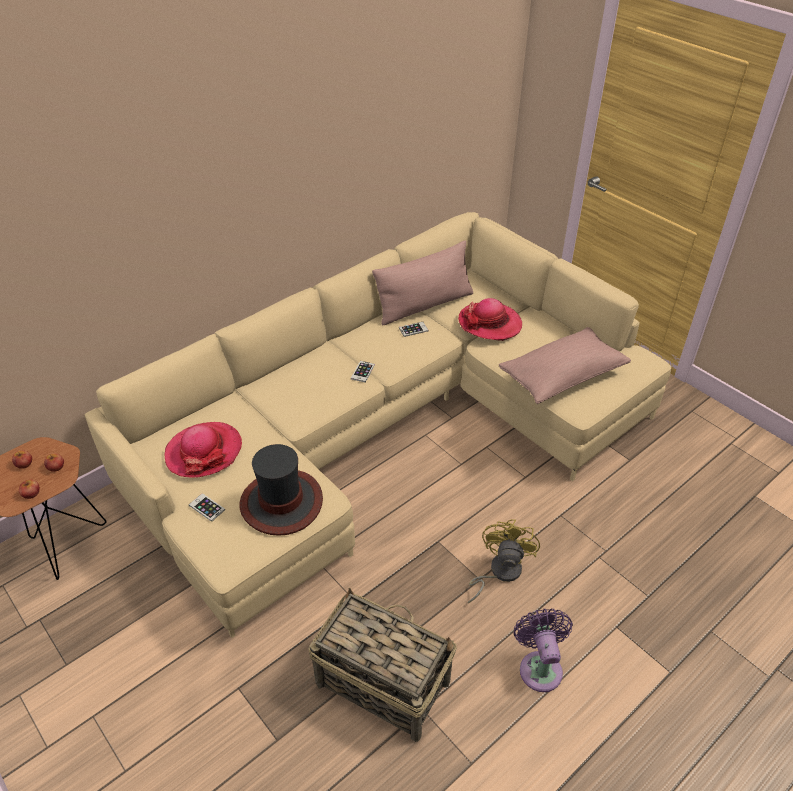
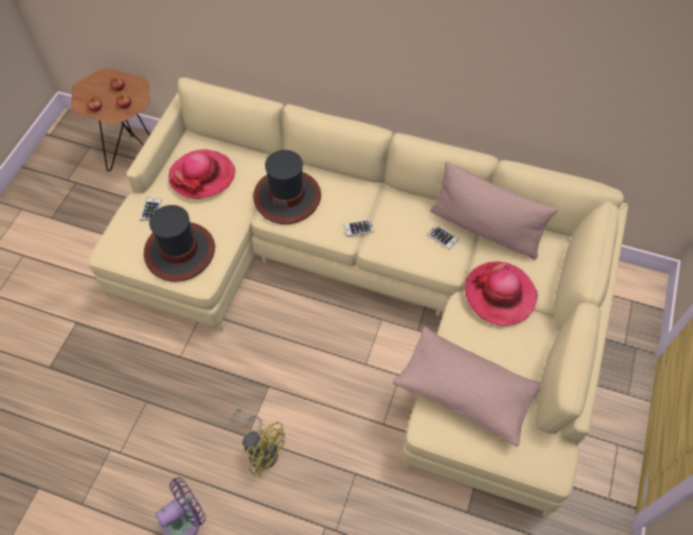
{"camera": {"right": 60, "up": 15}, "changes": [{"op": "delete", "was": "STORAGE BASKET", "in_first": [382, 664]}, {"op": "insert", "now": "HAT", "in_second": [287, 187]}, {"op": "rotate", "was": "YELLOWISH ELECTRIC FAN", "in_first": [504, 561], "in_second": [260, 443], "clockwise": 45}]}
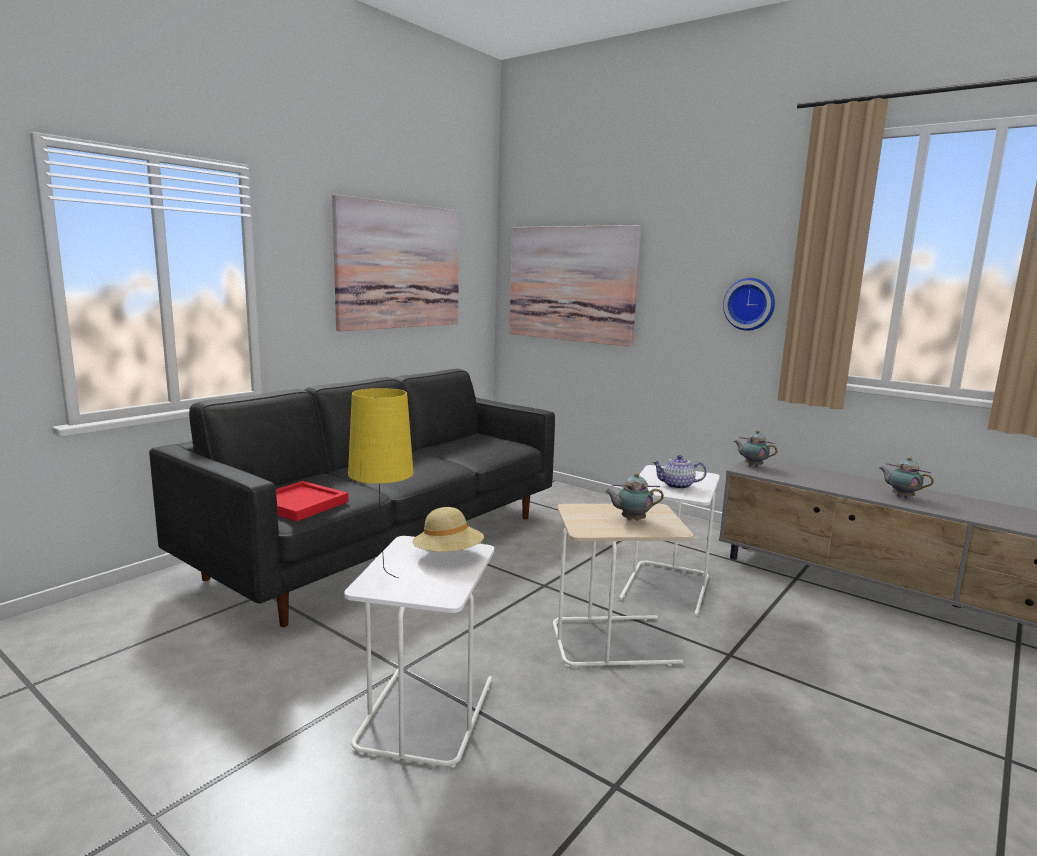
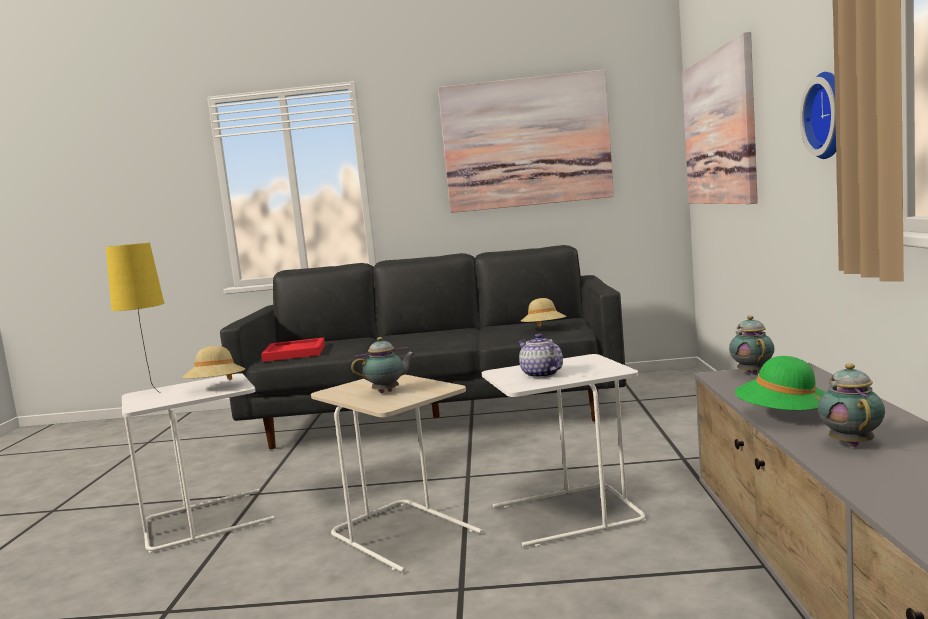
{"camera": {"right": 55, "up": -5}, "changes": [{"op": "insert", "now": "BEIGE HAT", "in_second": [543, 312]}, {"op": "insert", "now": "GREENISH HAT", "in_second": [780, 390]}, {"op": "rotate", "was": "TEAPOT", "in_first": [634, 497], "in_second": [383, 365], "clockwise": 105}]}
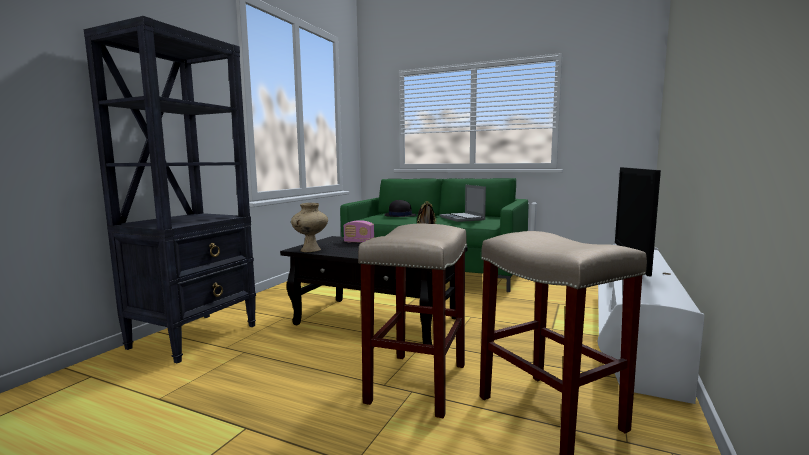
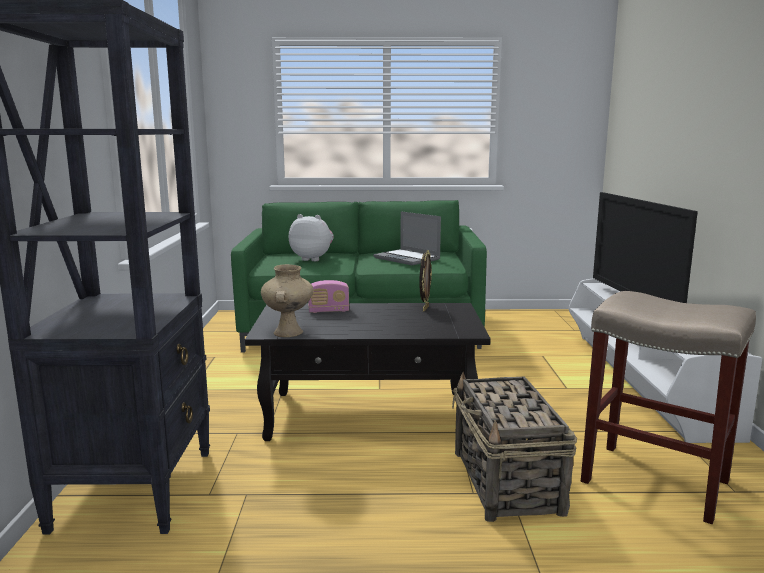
{"camera": {"right": -25, "up": 5}, "changes": [{"op": "replace", "was": "BEIGE SITTING STOOL", "now": "STORAGE BASKET", "in_first": [412, 321], "in_second": [514, 447]}, {"op": "replace", "was": "BLACK-COLOURED HAT", "now": "CUDDLY TOY", "in_first": [400, 208], "in_second": [311, 237]}]}
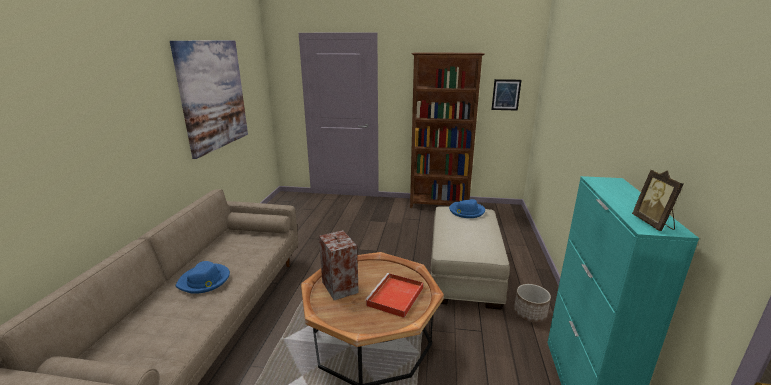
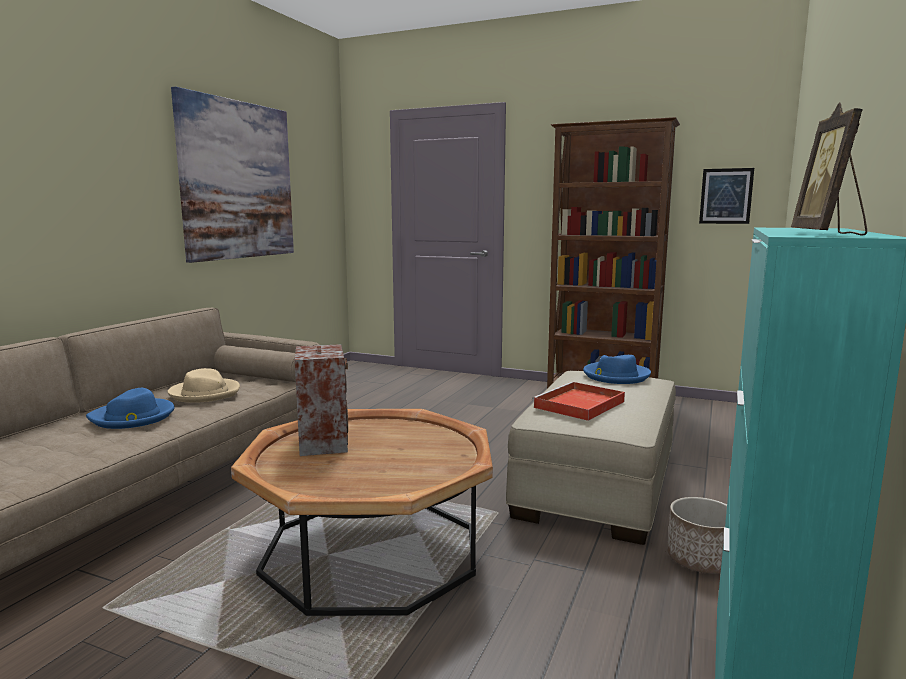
{"camera": {"right": 15, "up": -10}, "changes": [{"op": "insert", "now": "BEIGE HAT", "in_second": [204, 385]}, {"op": "move", "was": "RED-COLOURED CARRYING TRAY", "in_first": [394, 295], "in_second": [578, 401]}]}
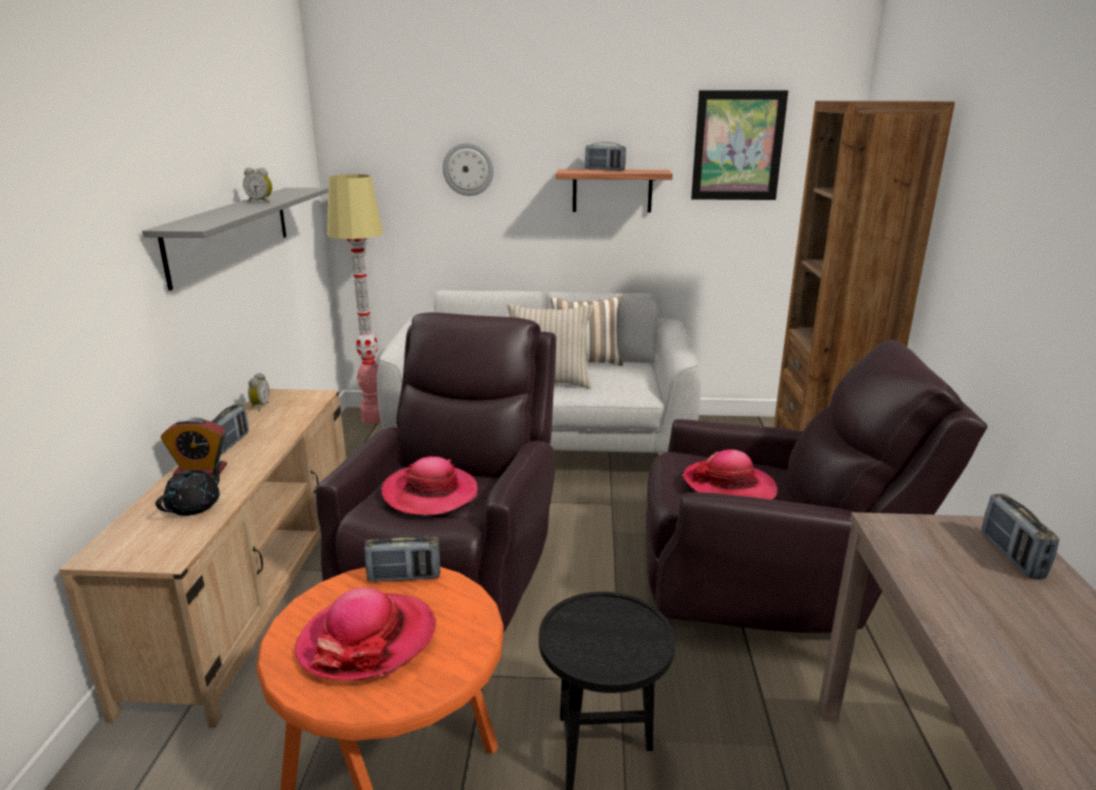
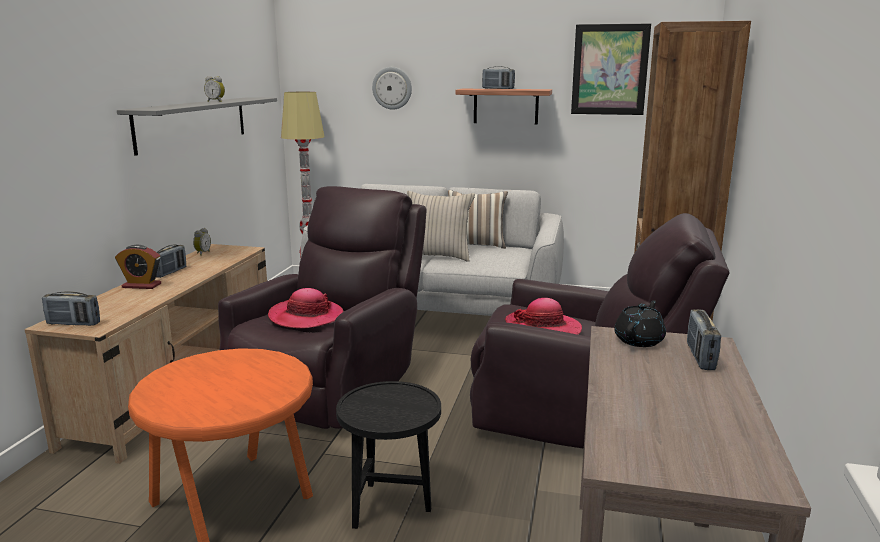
{"camera": {"right": 10, "up": -5}, "changes": [{"op": "delete", "was": "HAT", "in_first": [365, 634]}, {"op": "move", "was": "BLACK-COLOURED TEAPOT", "in_first": [189, 488], "in_second": [640, 323]}, {"op": "move", "was": "RADIO", "in_first": [402, 558], "in_second": [71, 308]}]}
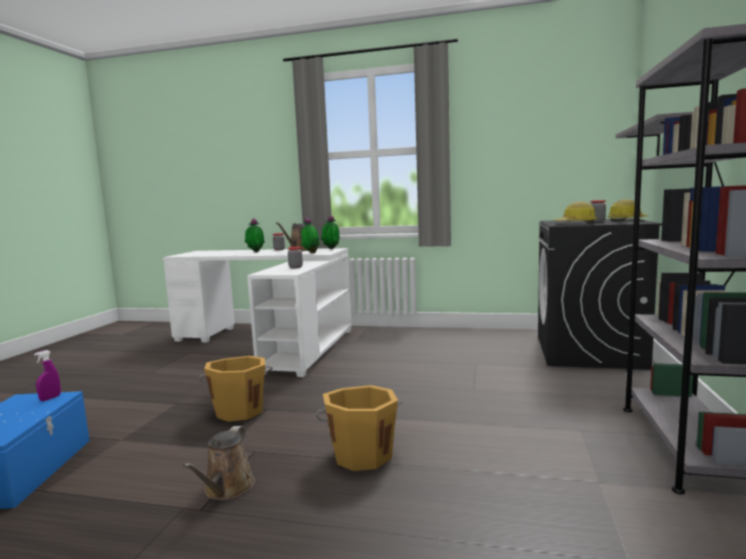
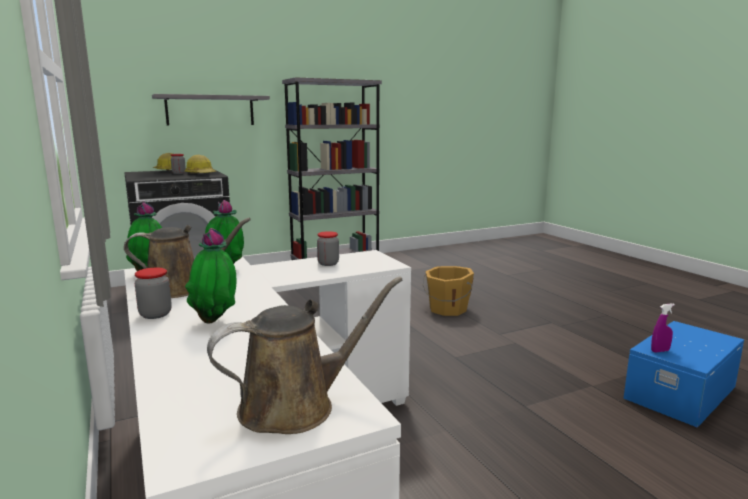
{"camera": {"right": -130, "up": 5}, "changes": [{"op": "delete", "was": "ORANGEY WATER BUCKET", "in_first": [236, 389]}, {"op": "move", "was": "BROWN-COLOURED WATERING POT", "in_first": [219, 463], "in_second": [304, 355]}]}
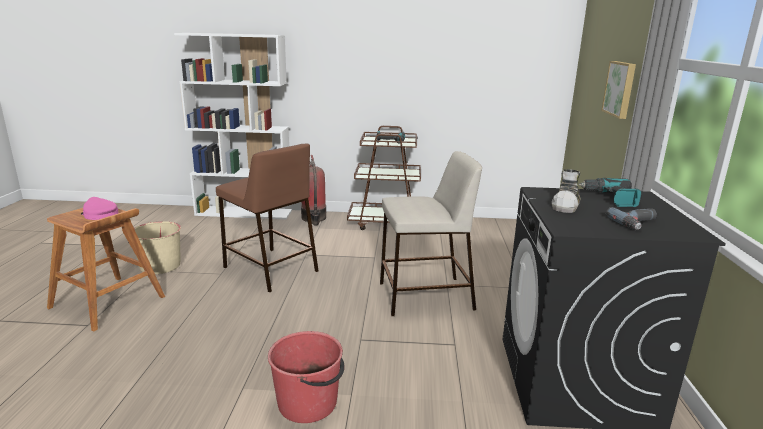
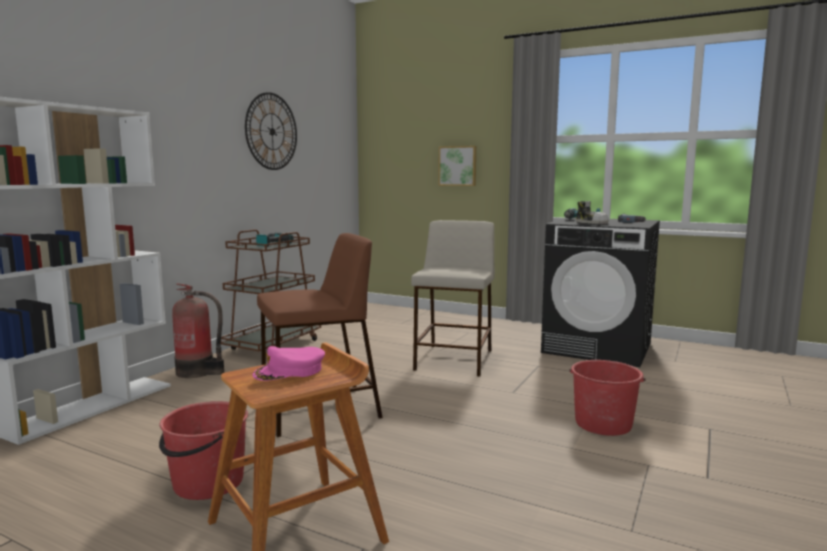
{"camera": {"right": -65, "up": -10}, "changes": [{"op": "insert", "now": "HANGING CLOCK", "in_second": [271, 131]}, {"op": "recolor", "was": "BEIGE WATER BUCKET", "now": "RED-COLOURED WATER BUCKET", "in_first": [154, 247], "in_second": [203, 450]}]}
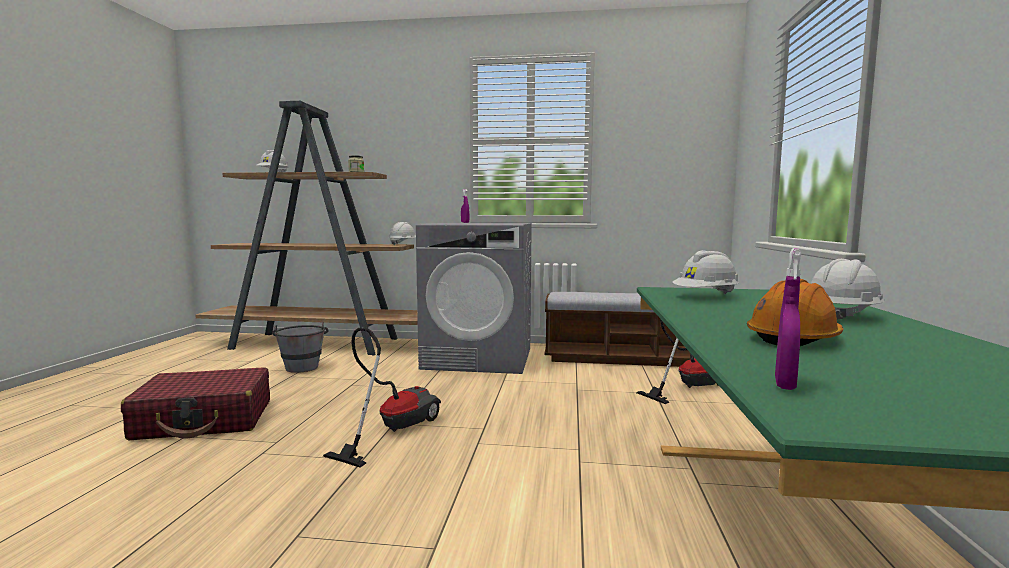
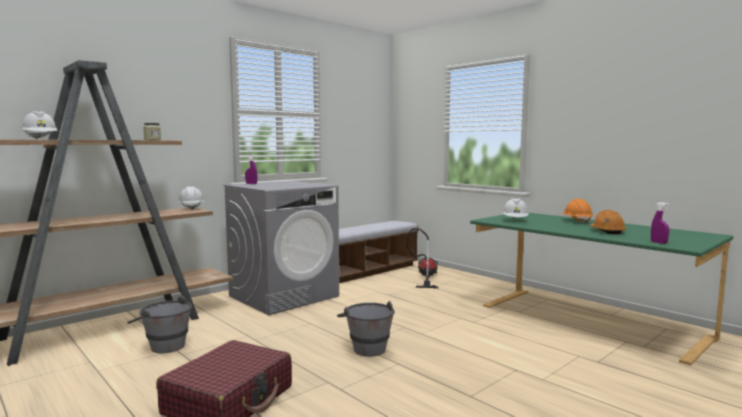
{"camera": {"right": -50, "up": 0}, "changes": [{"op": "replace", "was": "VACUUM CLEANER", "now": "GRAY WATER BUCKET", "in_first": [382, 397], "in_second": [366, 329]}, {"op": "recolor", "was": "WHITE SAFETY HELMET", "now": "ORANGEY SAFETY HELMET", "in_first": [847, 289], "in_second": [578, 211]}]}
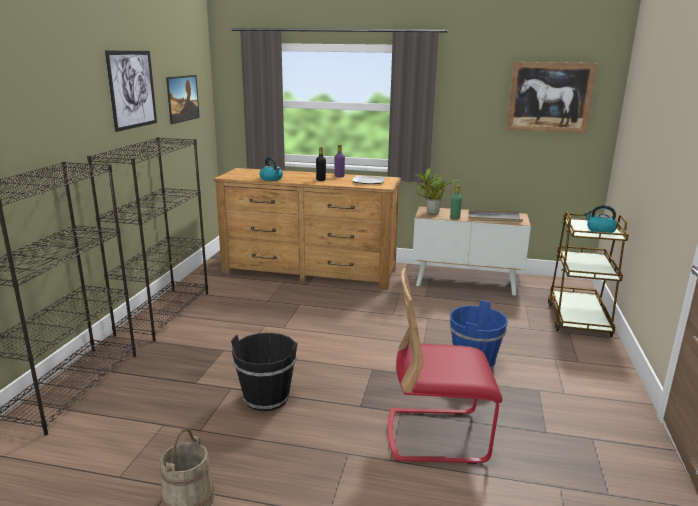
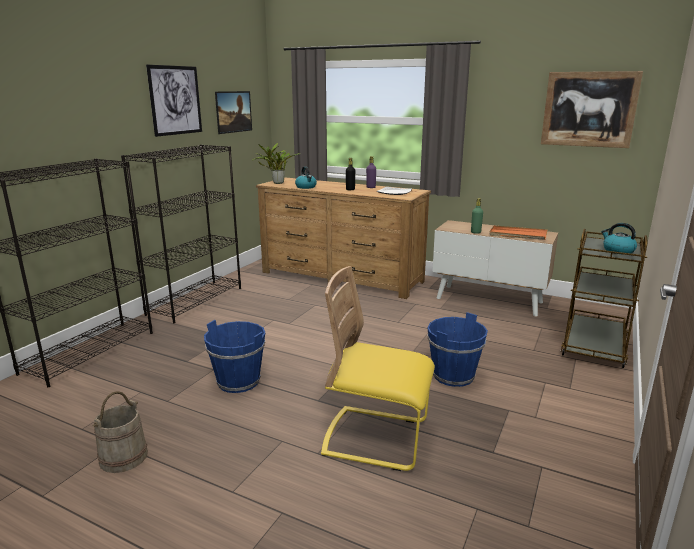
{"camera": {"right": 15, "up": 0}, "changes": [{"op": "move", "was": "POTTED PLANT", "in_first": [436, 192], "in_second": [276, 163]}, {"op": "recolor", "was": "BLACK-COLOURED WATER BUCKET", "now": "BLUISH WATER BUCKET", "in_first": [264, 372], "in_second": [234, 356]}, {"op": "recolor", "was": "RED-COLOURED UPRIGHT CHAIR", "now": "YELLOWISH UPRIGHT CHAIR", "in_first": [445, 366], "in_second": [378, 368]}, {"op": "recolor", "was": "GRAY CARRYING TRAY", "now": "ORANGEY CARRYING TRAY", "in_first": [496, 216], "in_second": [518, 233]}]}
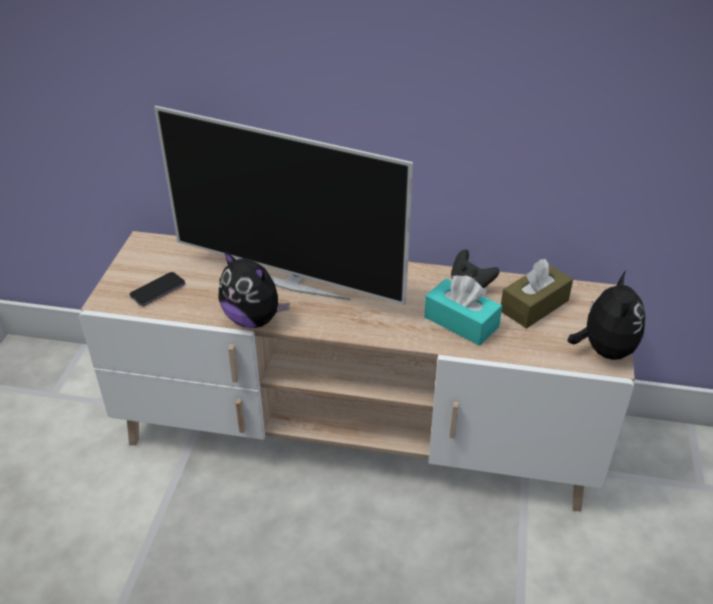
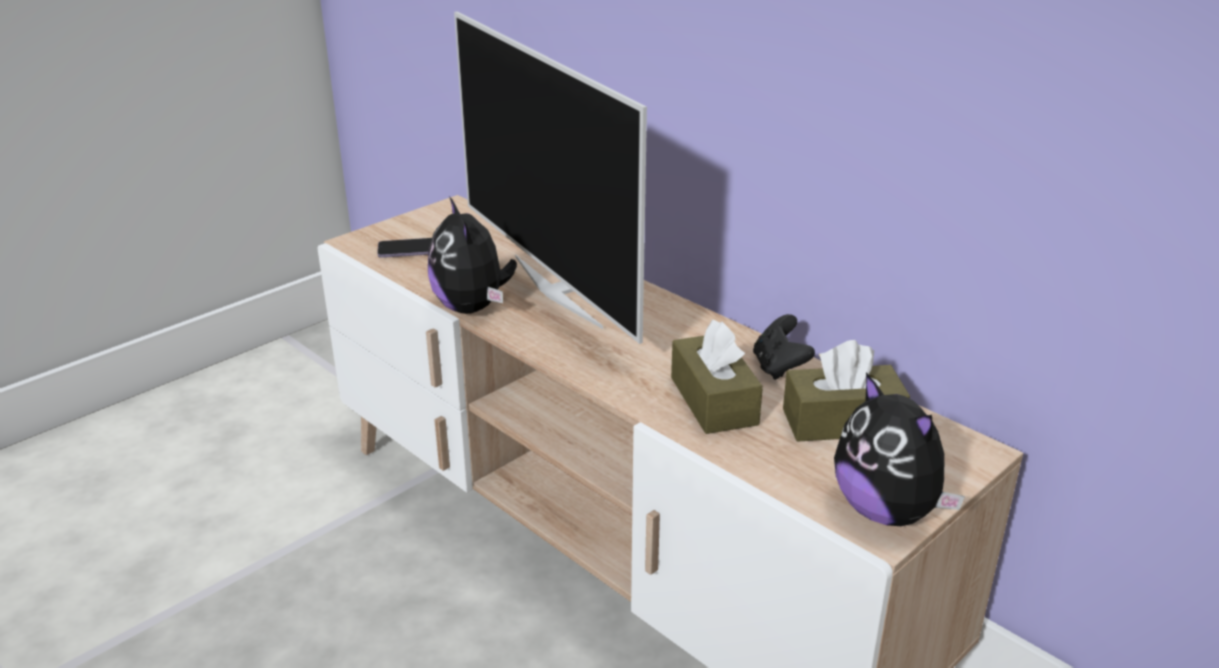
{"camera": {"right": 35, "up": -10}, "changes": [{"op": "recolor", "was": "TURQUOISE-COLOURED BOX OF TISSUES", "now": "BROWN-COLOURED BOX OF TISSUES", "in_first": [463, 310], "in_second": [717, 377]}, {"op": "rotate", "was": "CUDDLY TOY", "in_first": [606, 315], "in_second": [899, 449], "clockwise": 105}]}
